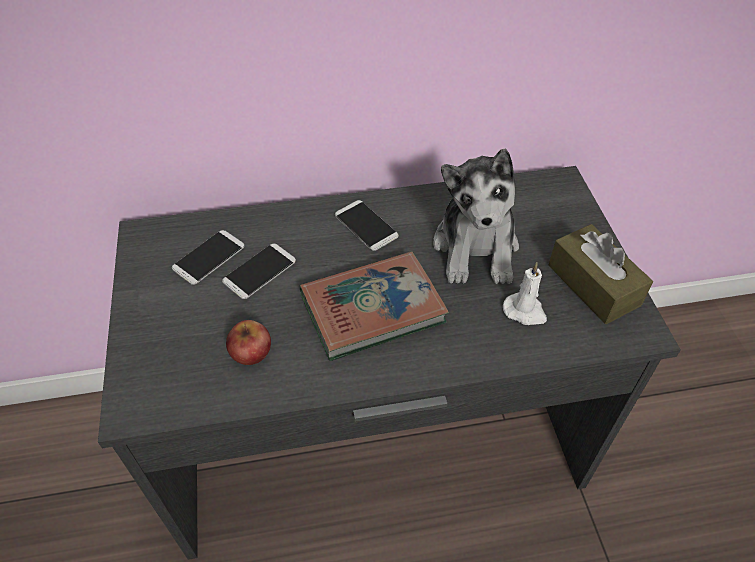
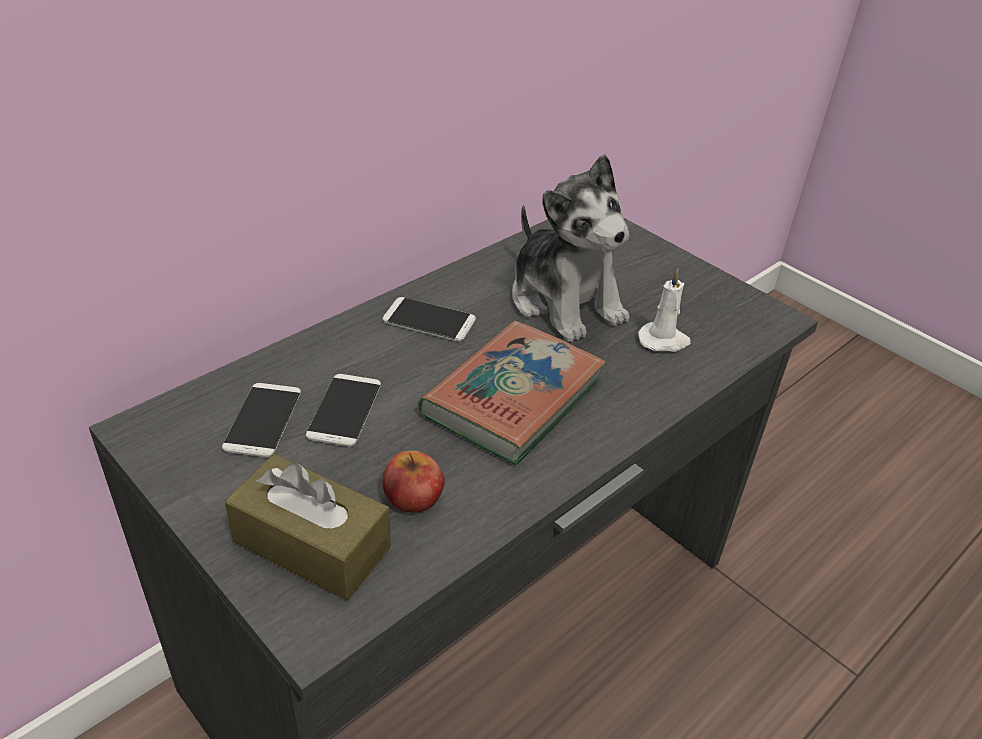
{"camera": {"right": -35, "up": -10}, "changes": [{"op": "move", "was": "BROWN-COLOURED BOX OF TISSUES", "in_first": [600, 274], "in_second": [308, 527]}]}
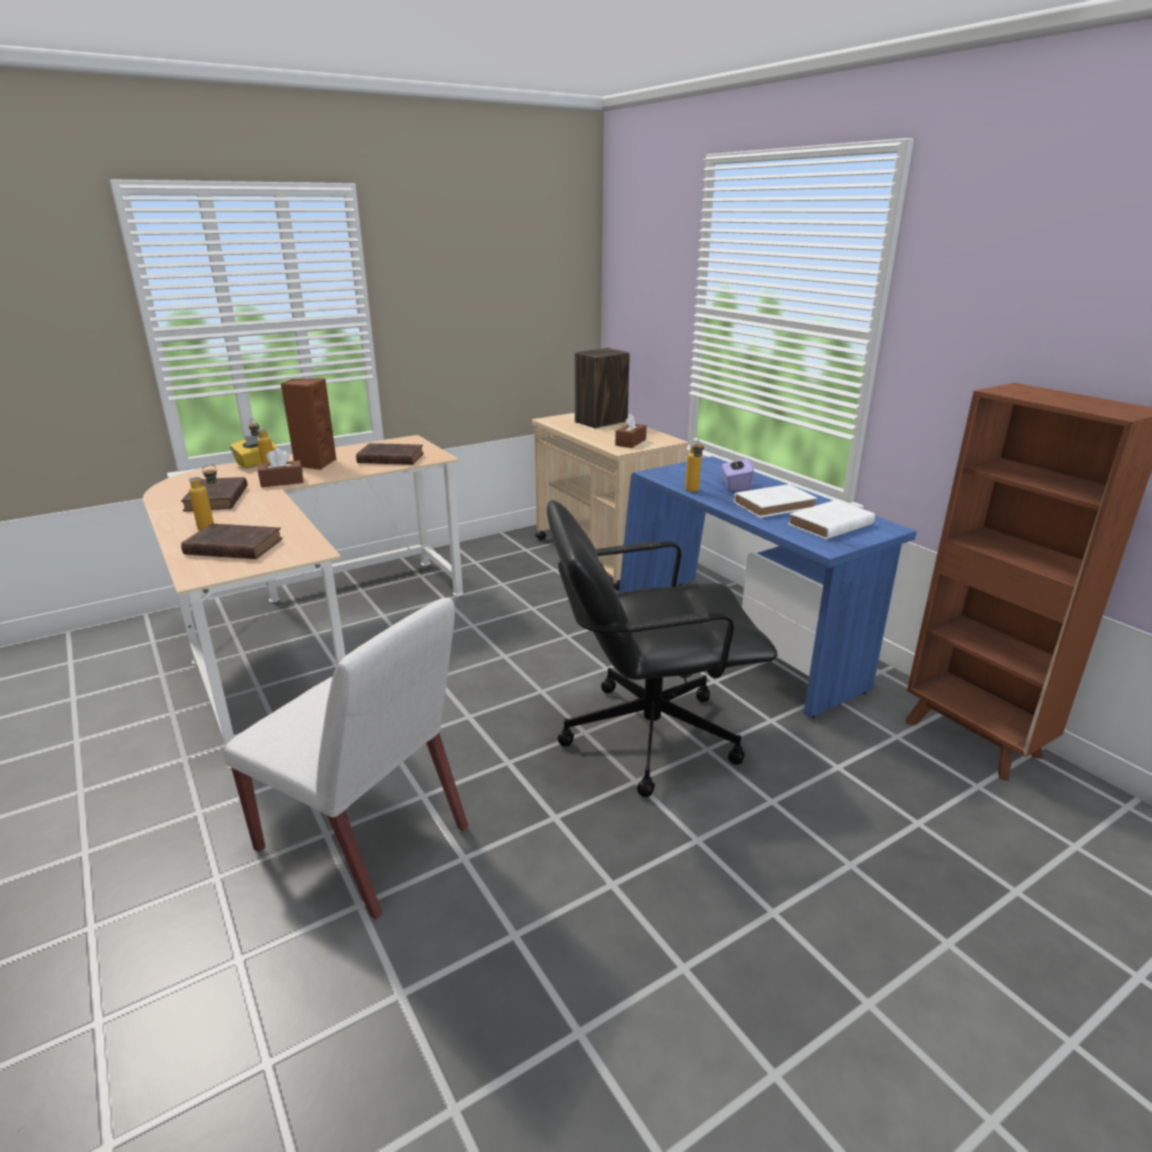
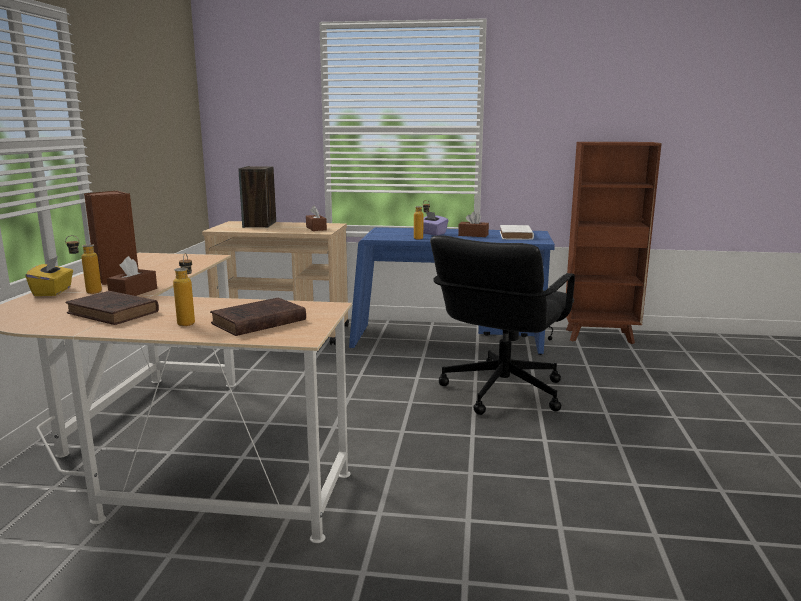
{"camera": {"right": -50, "up": -10}, "changes": [{"op": "delete", "was": "WHITE UPRIGHT CHAIR", "in_first": [345, 759]}, {"op": "delete", "was": "BROWN-COLOURED BOOK", "in_first": [390, 454]}, {"op": "replace", "was": "WHITE BOOK", "now": "BROWN-COLOURED BOX OF TISSUES", "in_first": [775, 501], "in_second": [473, 224]}]}
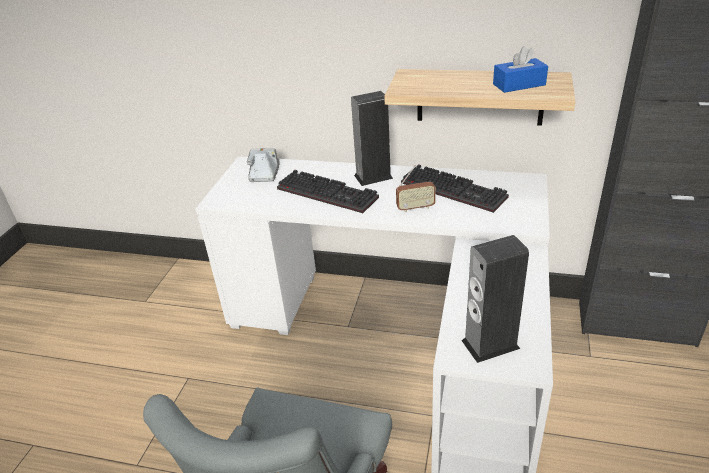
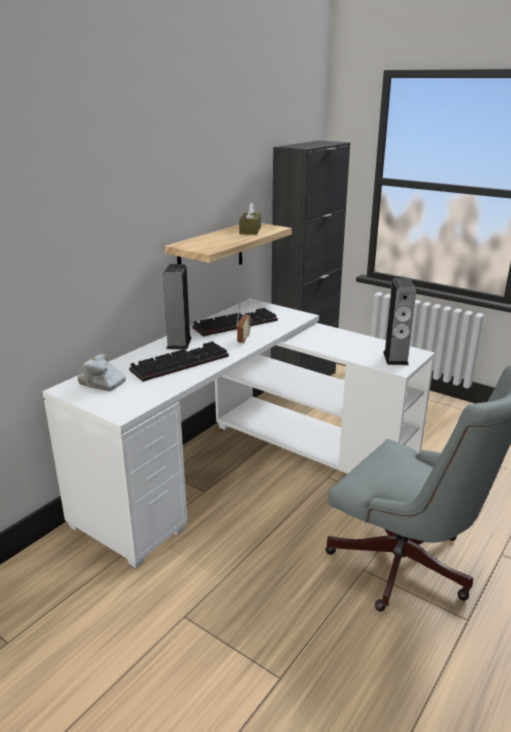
{"camera": {"right": -70, "up": -10}, "changes": [{"op": "recolor", "was": "BLUISH BOX OF TISSUES", "now": "BROWN-COLOURED BOX OF TISSUES", "in_first": [520, 69], "in_second": [250, 218]}]}
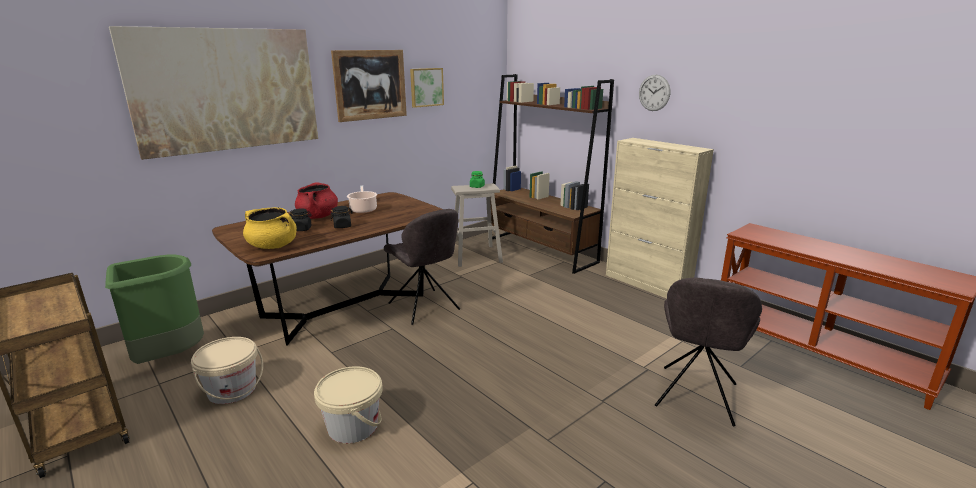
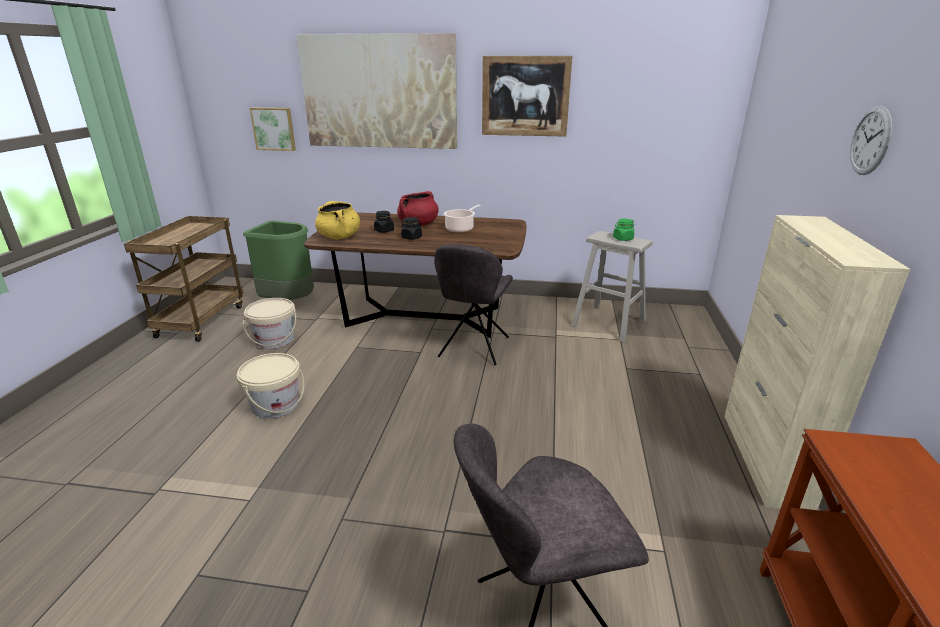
{"camera": {"right": 50, "up": 5}, "changes": [{"op": "delete", "was": "BROWN-COLOURED BOOKSHELF", "in_first": [552, 174]}, {"op": "move", "was": "WALL ART", "in_first": [427, 88], "in_second": [273, 129]}]}
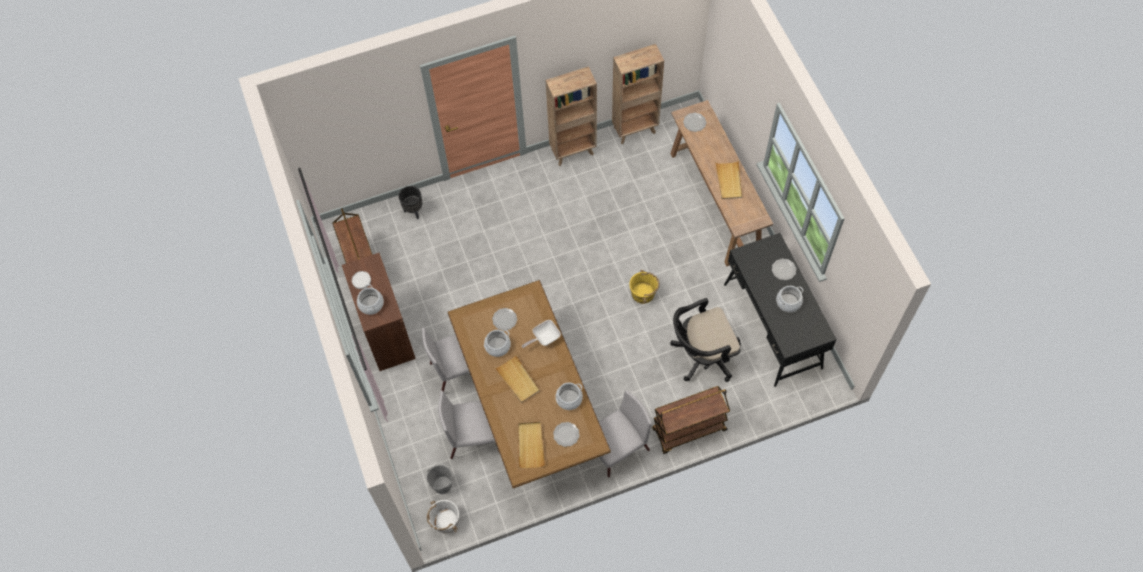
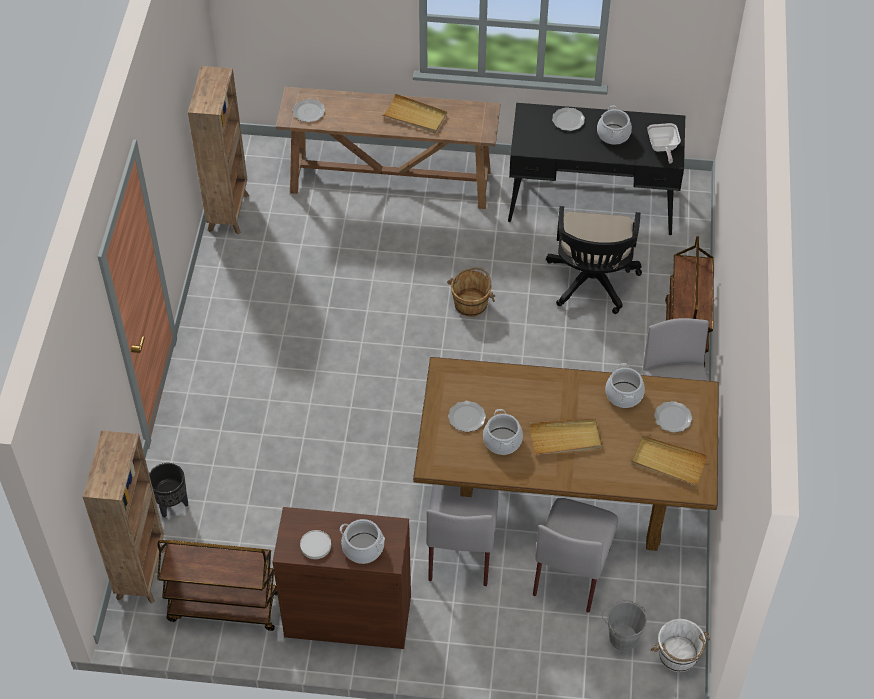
{"camera": {"right": -65, "up": -10}, "changes": [{"op": "move", "was": "SKILLET", "in_first": [541, 334], "in_second": [664, 143]}, {"op": "move", "was": "BROWN-COLOURED BOOKSHELF", "in_first": [571, 116], "in_second": [124, 517]}, {"op": "recolor", "was": "YELLOWISH WATER BUCKET", "now": "BROWN-COLOURED WATER BUCKET", "in_first": [644, 287], "in_second": [471, 292]}]}
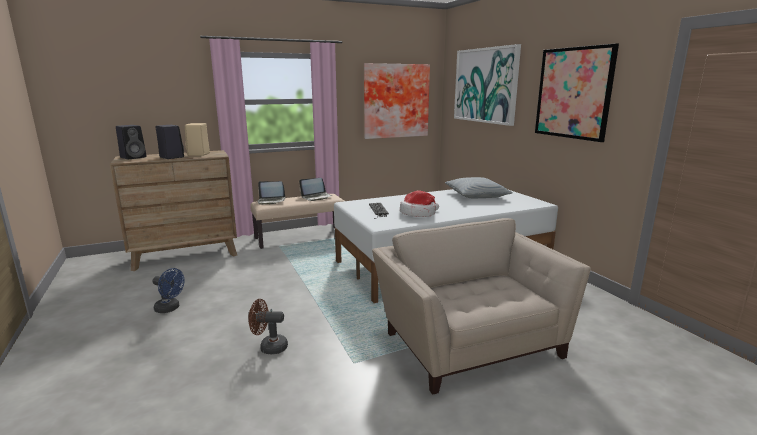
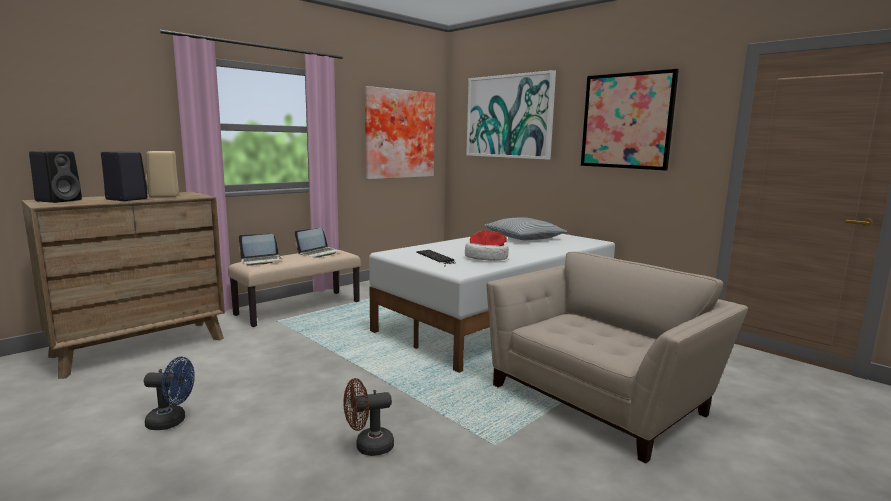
{"camera": {"right": -20, "up": -5}, "changes": [{"op": "rotate", "was": "BEIGE EASY CHAIR", "in_first": [481, 306], "in_second": [617, 358], "clockwise": 90}]}
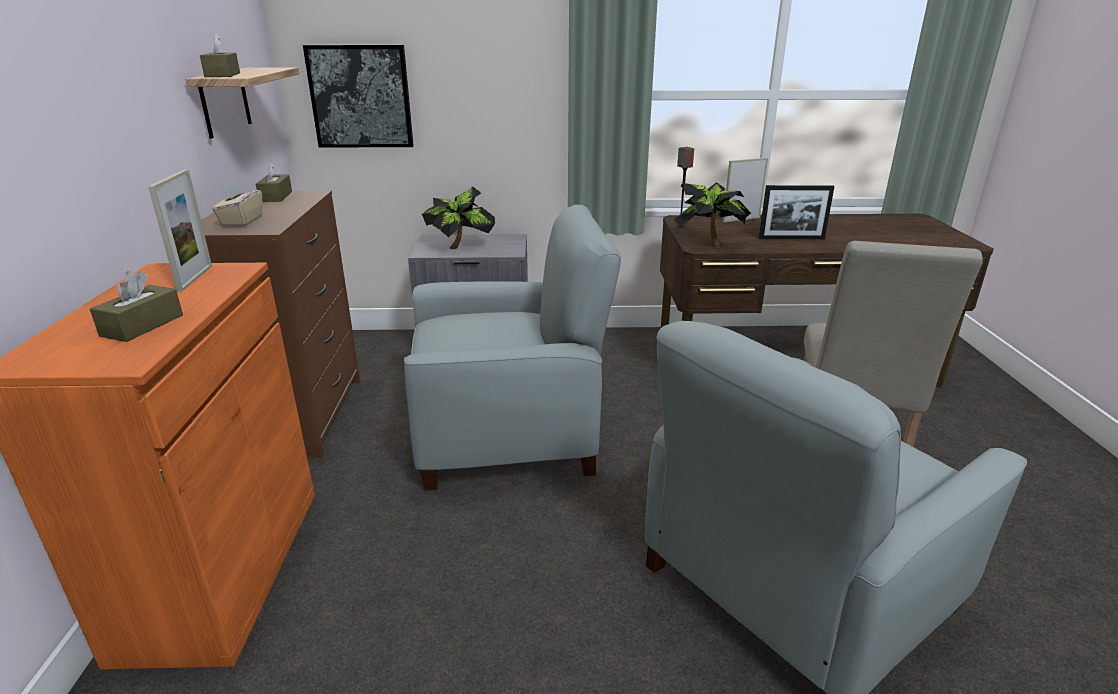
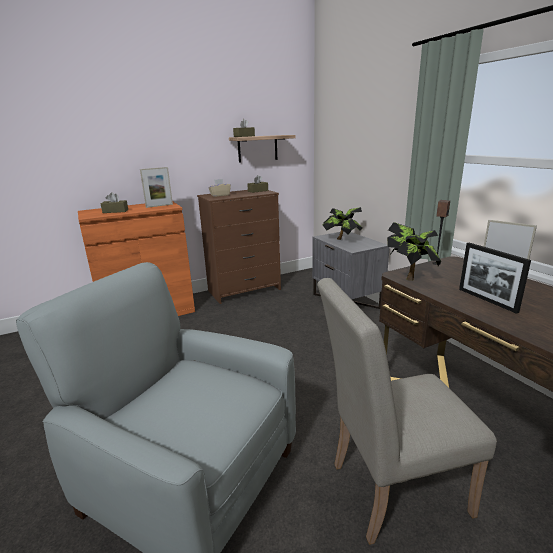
{"camera": {"right": 65, "up": -5}, "changes": [{"op": "delete", "was": "WALL ART", "in_first": [358, 96]}, {"op": "delete", "was": "GRAY EASY CHAIR", "in_first": [512, 348]}]}
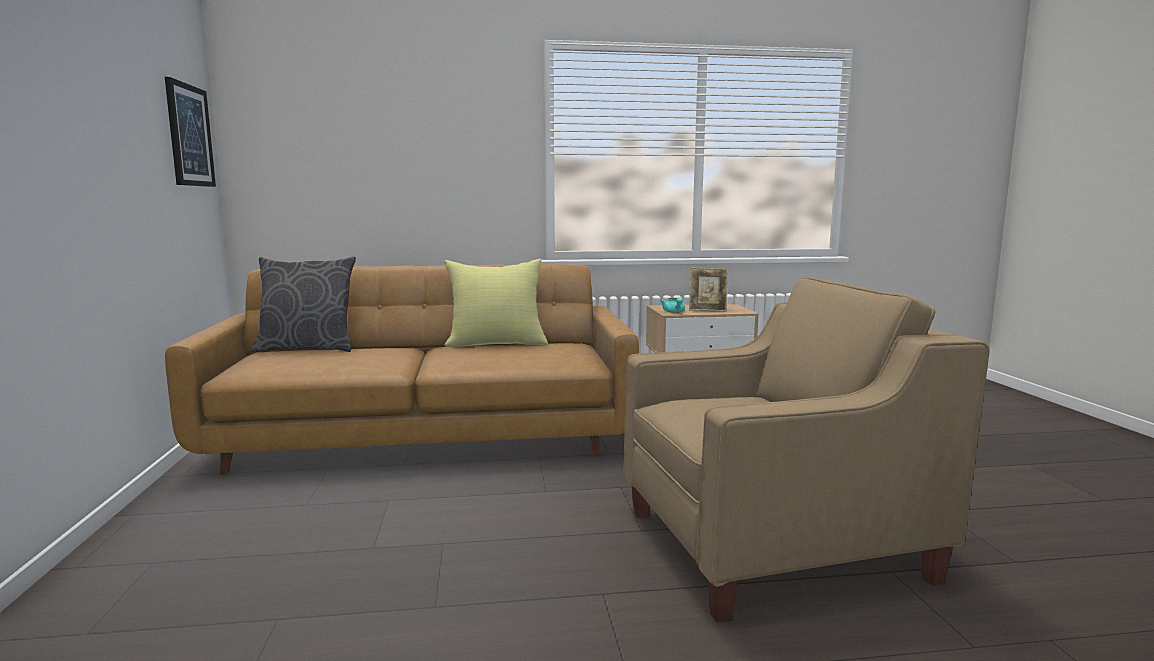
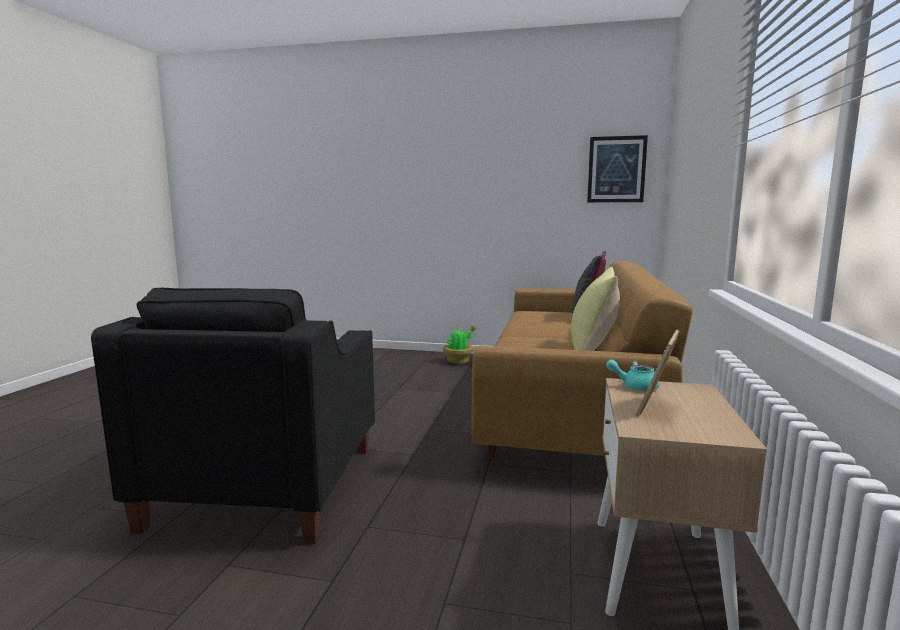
{"camera": {"right": 110, "up": 0}, "changes": [{"op": "insert", "now": "POTTED PLANT", "in_second": [459, 345]}, {"op": "recolor", "was": "BEIGE EASY CHAIR", "now": "BLACK-COLOURED EASY CHAIR", "in_first": [806, 449], "in_second": [233, 416]}]}
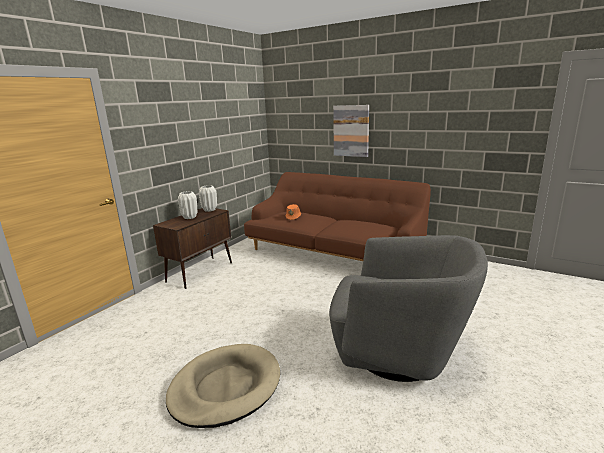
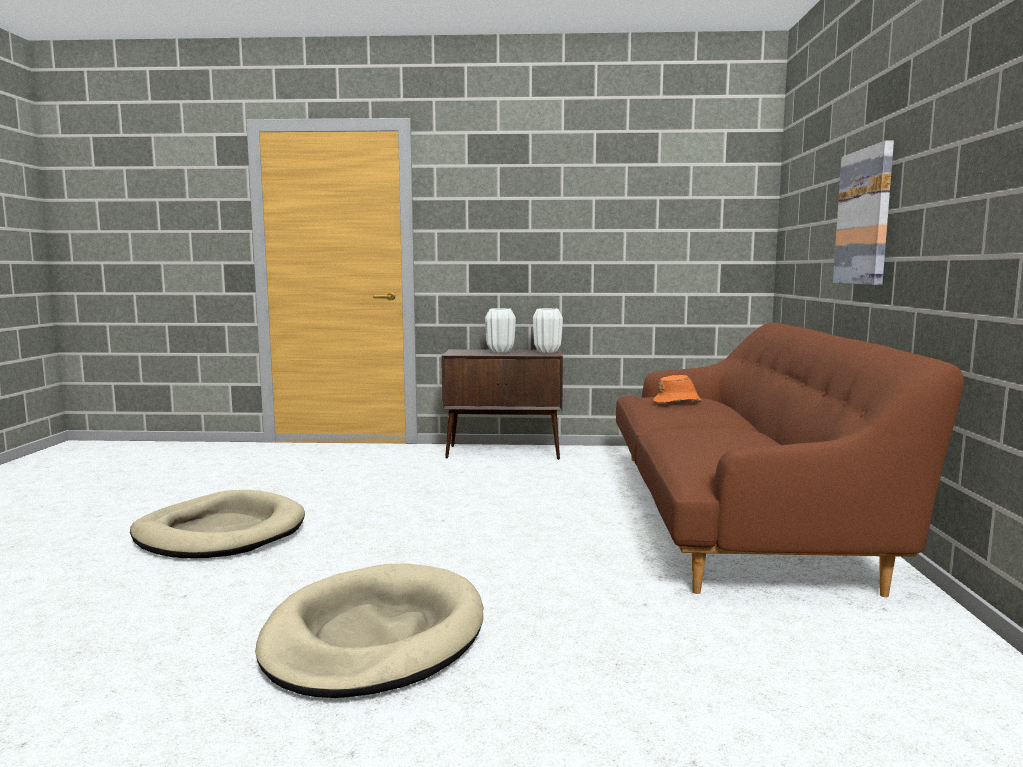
{"camera": {"right": 60, "up": -10}, "changes": [{"op": "replace", "was": "GRAY EASY CHAIR", "now": "BEIGE DOG BED", "in_first": [408, 308], "in_second": [369, 631]}]}
